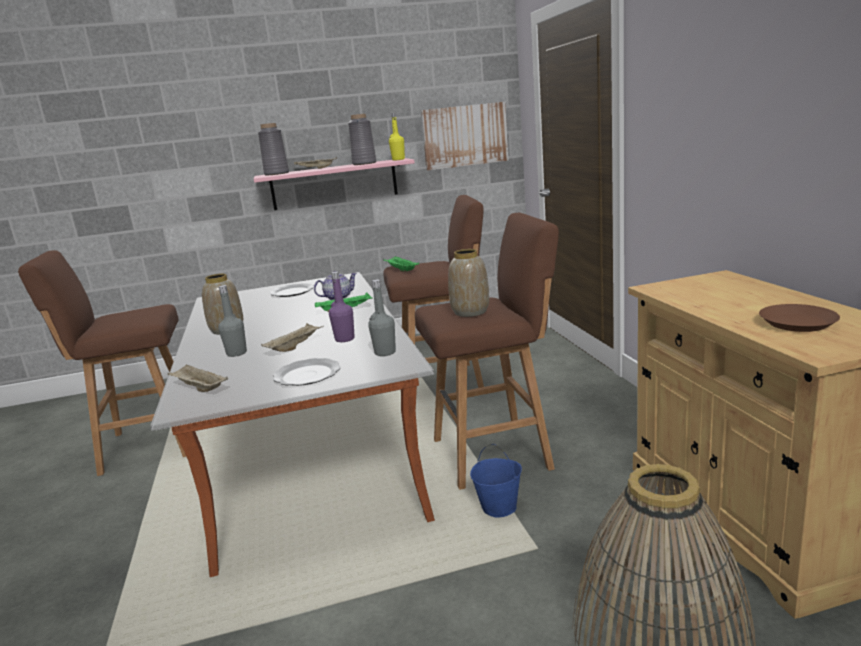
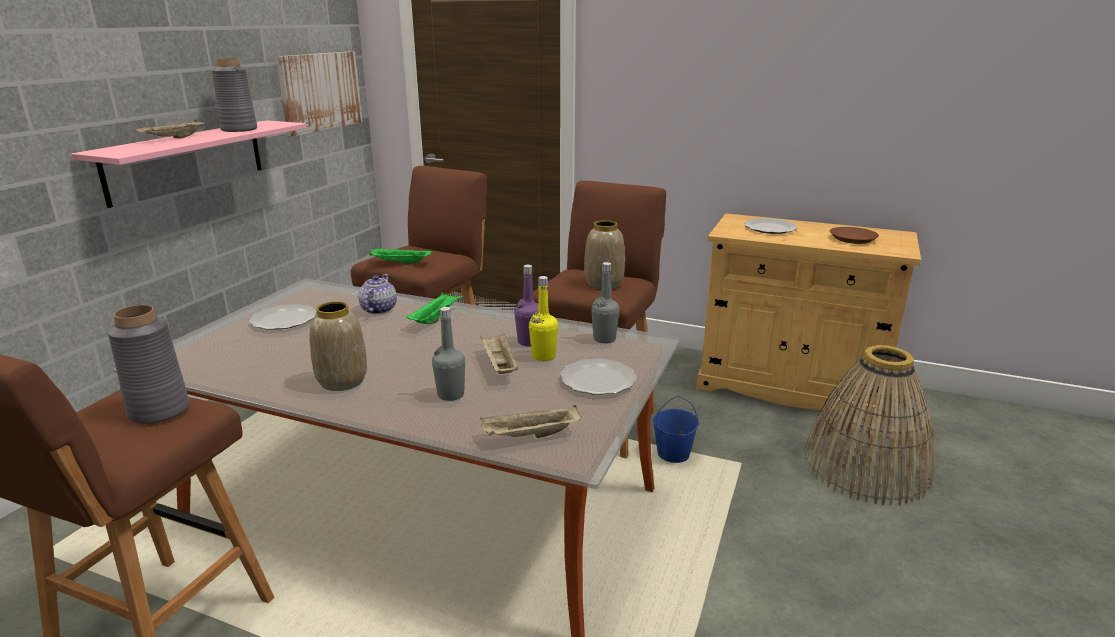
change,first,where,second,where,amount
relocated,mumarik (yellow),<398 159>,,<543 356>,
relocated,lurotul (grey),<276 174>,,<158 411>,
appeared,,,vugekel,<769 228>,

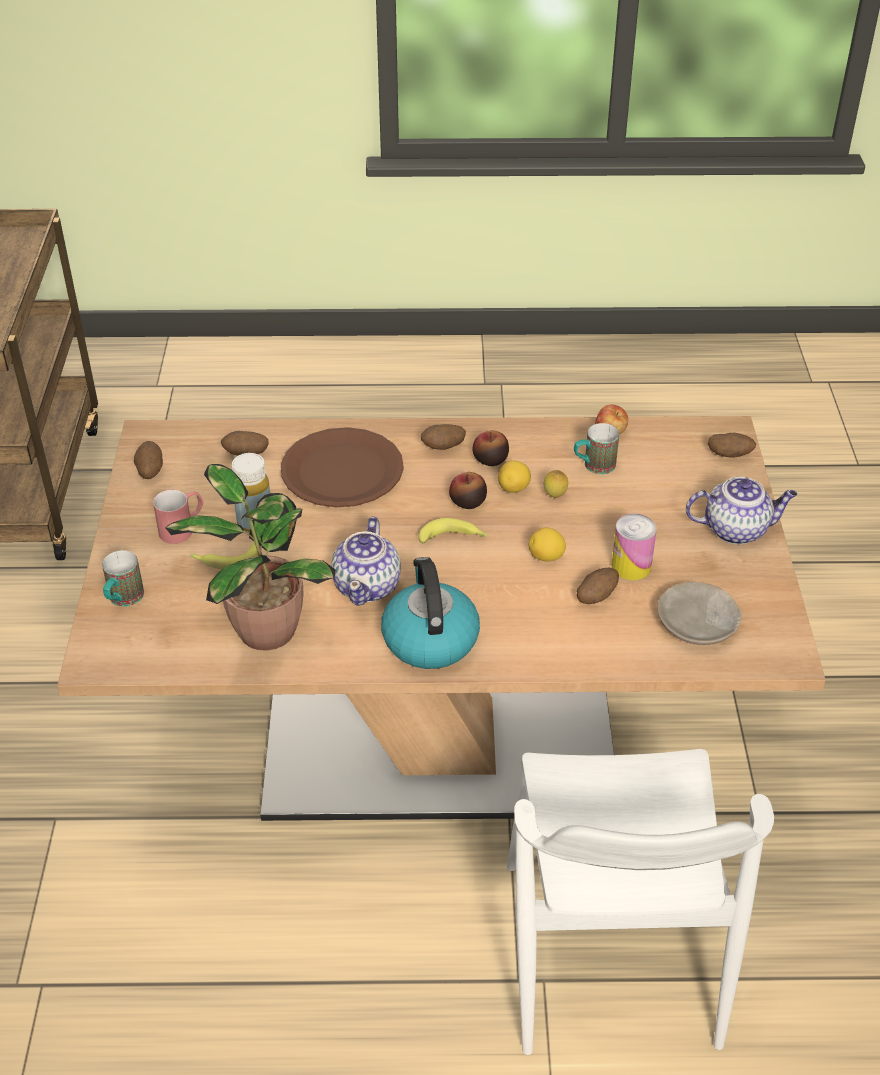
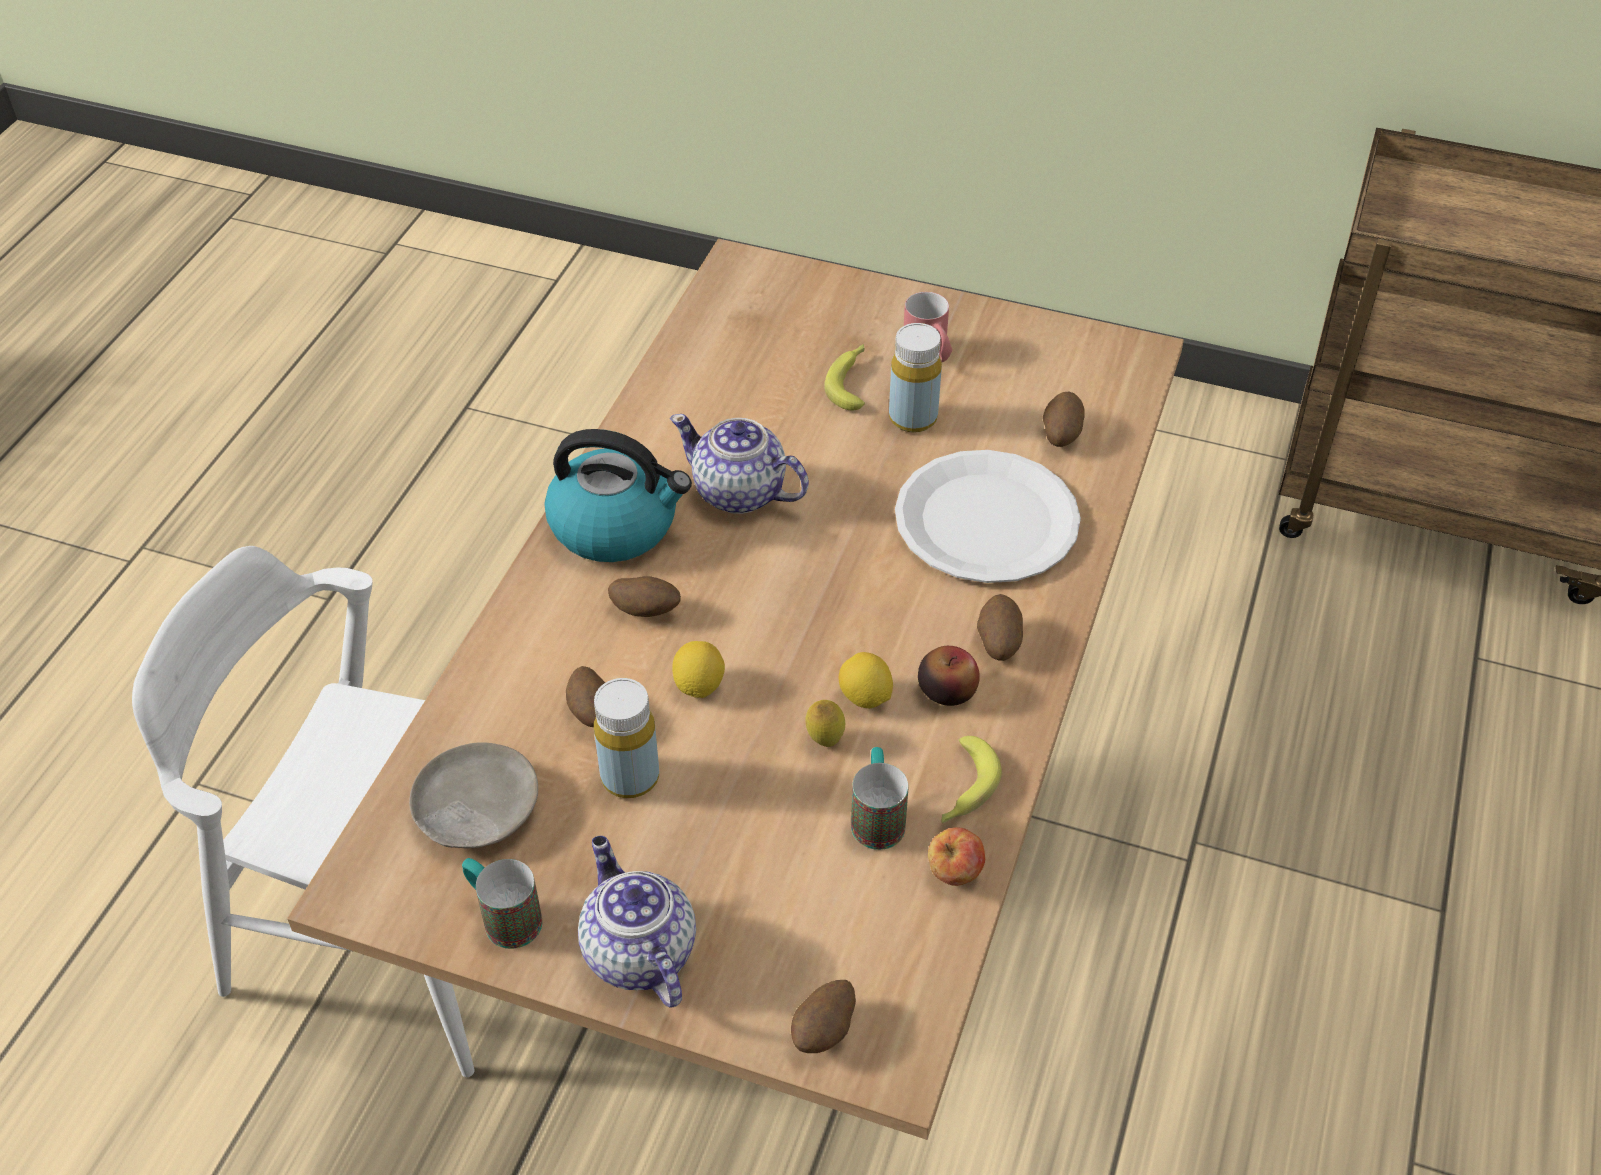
change,first,where,second,where,amount
colour,vugekel (brown),<342 470>,vugekel (white),<987 520>,
relocated,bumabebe,<150 471>,,<646 611>,
missing,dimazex,<263 628>,,,
missing,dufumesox,<467 502>,,,
spun,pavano,<737 529>,,<637 952>,135 degrees clockwise
exchanged,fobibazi,<631 566>,mumarik (yellow),<630 777>,
relocated,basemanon,<454 538>,,<964 789>,
relocated,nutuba,<123 600>,,<503 917>,

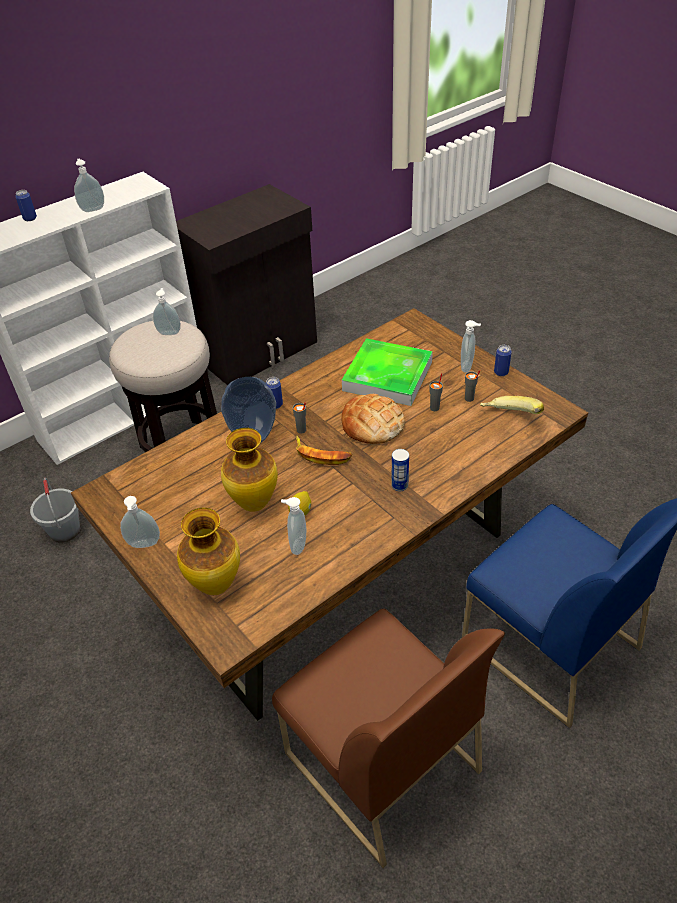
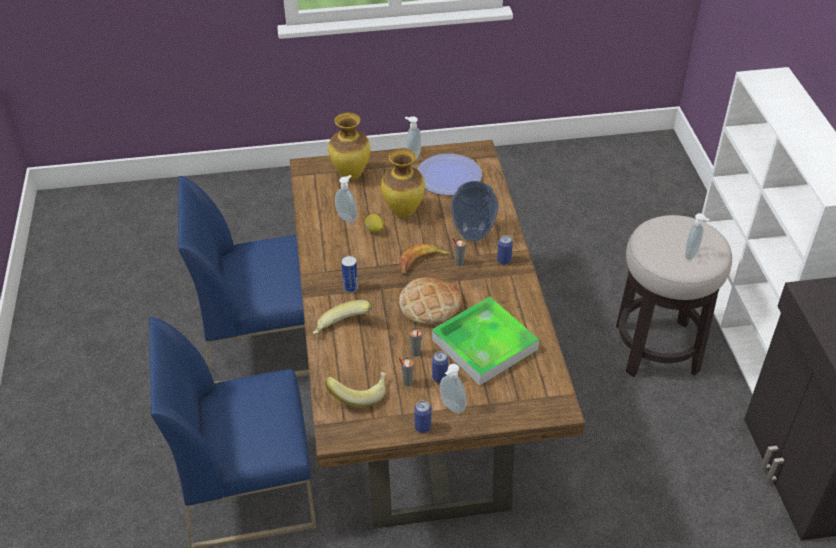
change,first,where,second,where,amount
missing,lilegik,<93 209>,,,
relocated,fobibazi,<30 218>,,<440 377>,
missing,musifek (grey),<64 530>,,,
colour,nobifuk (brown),<379 762>,nobifuk (blue),<262 342>,
appeared,,,vugekel,<449 176>,
appeared,,,basemanon,<342 329>,

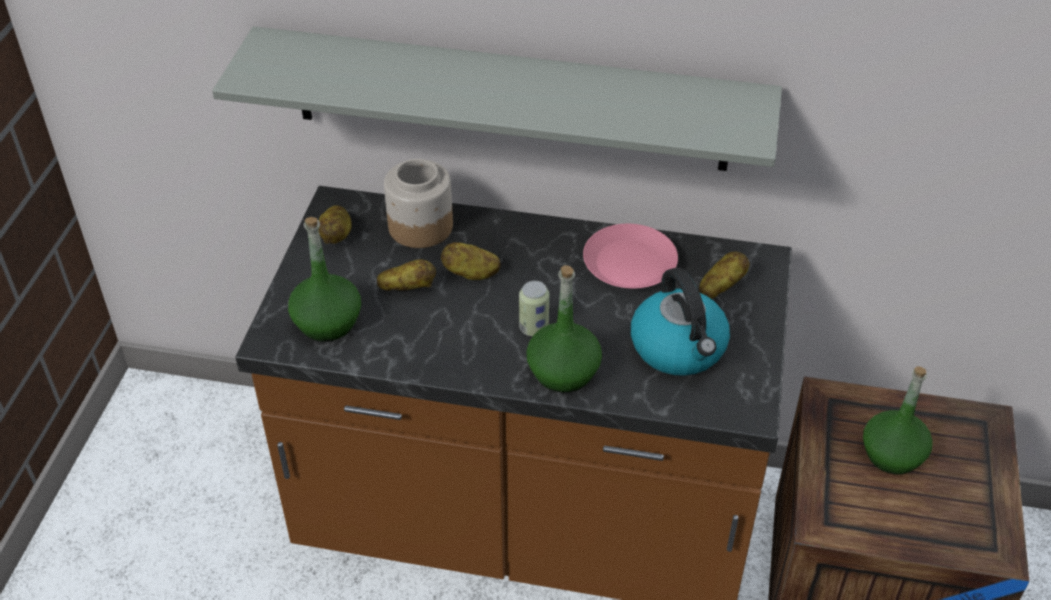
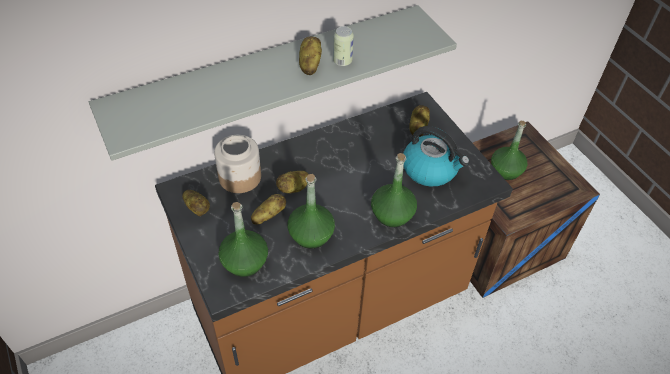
change,first,where,second,where,amount
missing,vugekel (pink),<630 264>,,,
relocated,fobibazi,<533 328>,,<342 61>,
appeared,,,bumabebe,<309 64>,
appeared,,,mumarik (green),<311 235>,

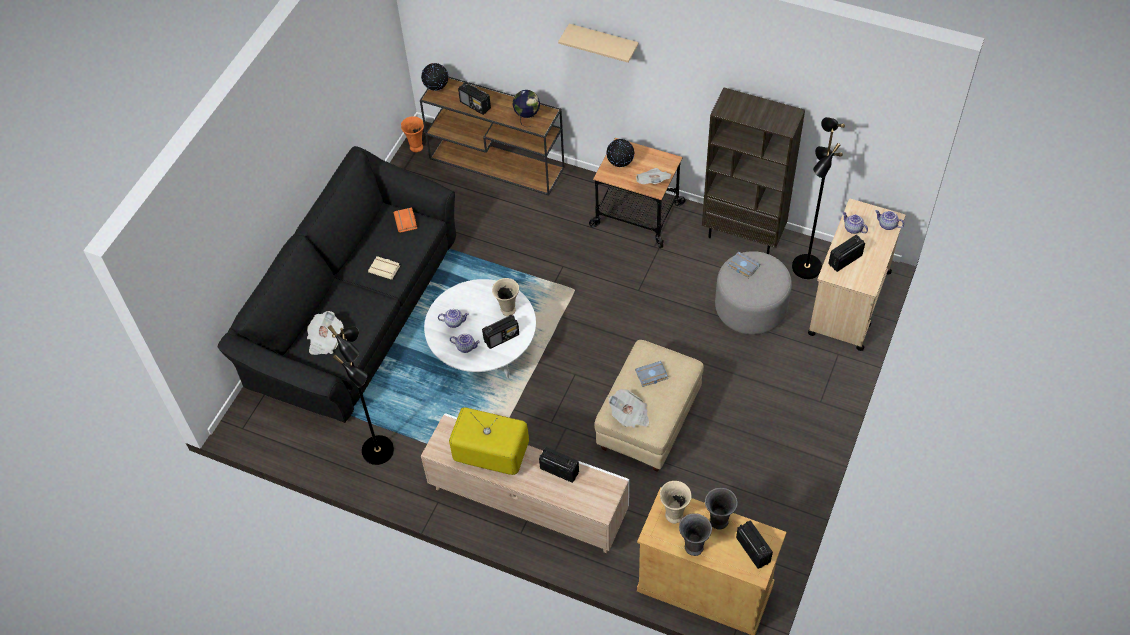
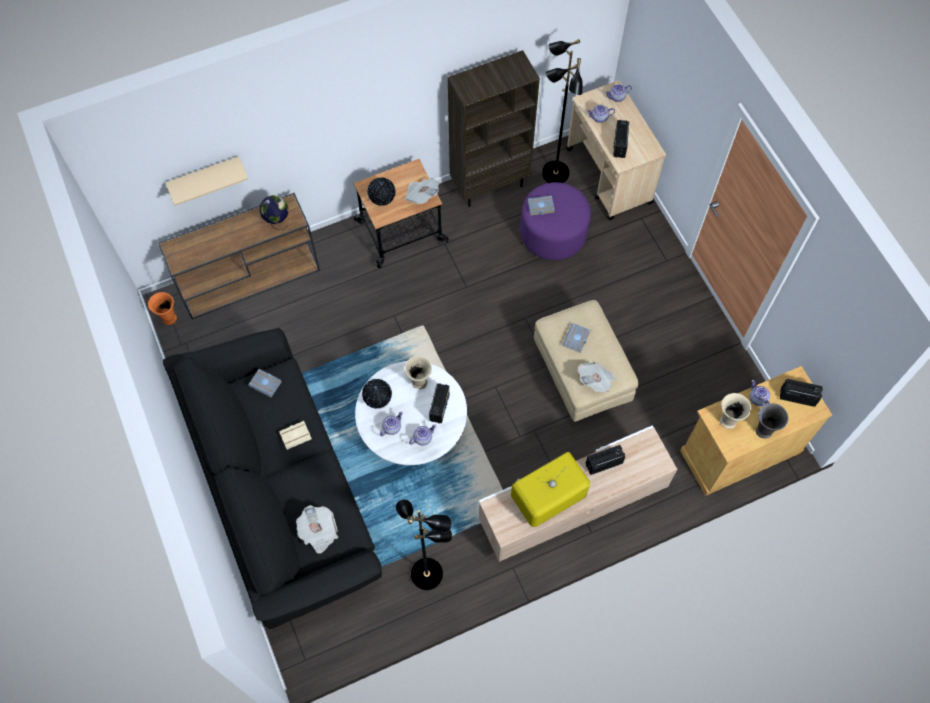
change,first,where,second,where,amount
relocated,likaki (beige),<603 43>,,<205 177>,
relocated,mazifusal,<436 89>,,<378 401>,
missing,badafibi,<475 105>,,,
colour,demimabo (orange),<406 222>,demimabo (grey),<266 383>,
colour,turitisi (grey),<750 308>,turitisi (purple),<553 234>,
exchanged,lurotul (grey),<718 521>,pavano,<757 399>,

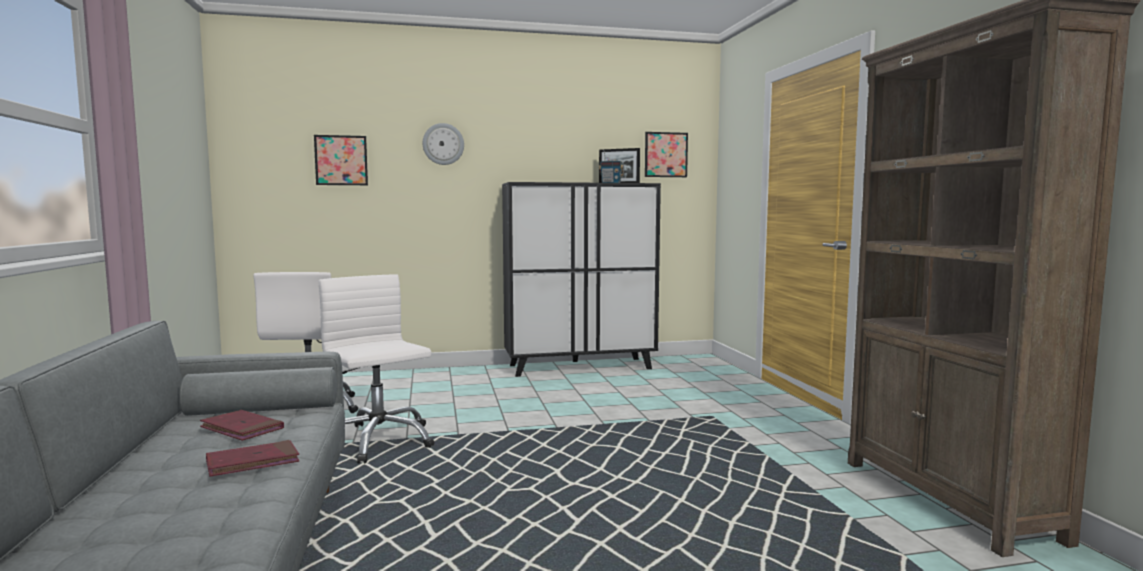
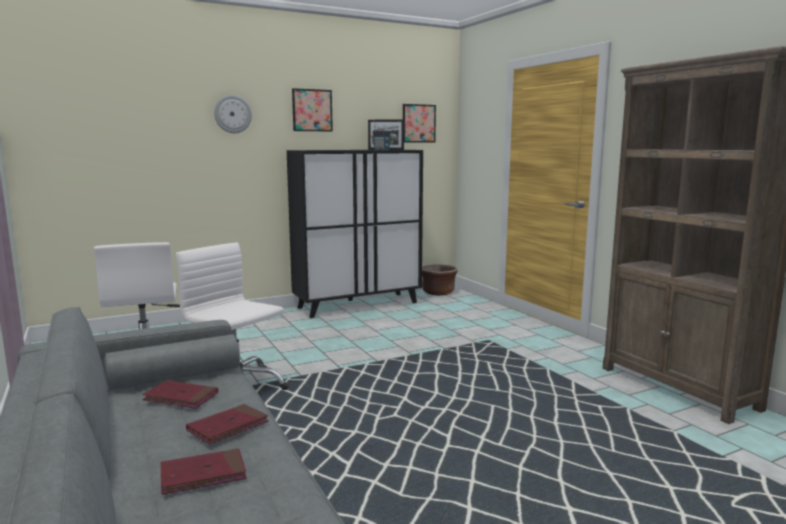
change,first,where,second,where,amount
relocated,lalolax,<341 160>,,<312 110>,
appeared,,,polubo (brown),<438 292>,
appeared,,,demimabo (red),<203 475>,

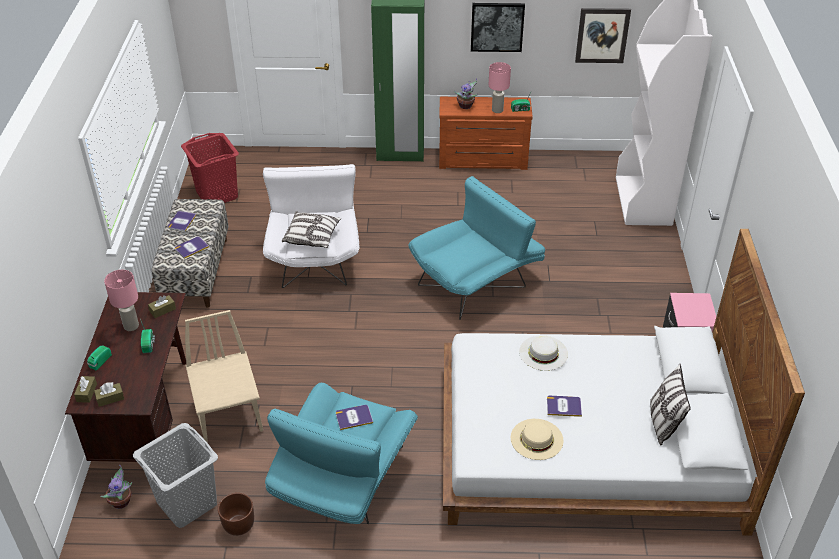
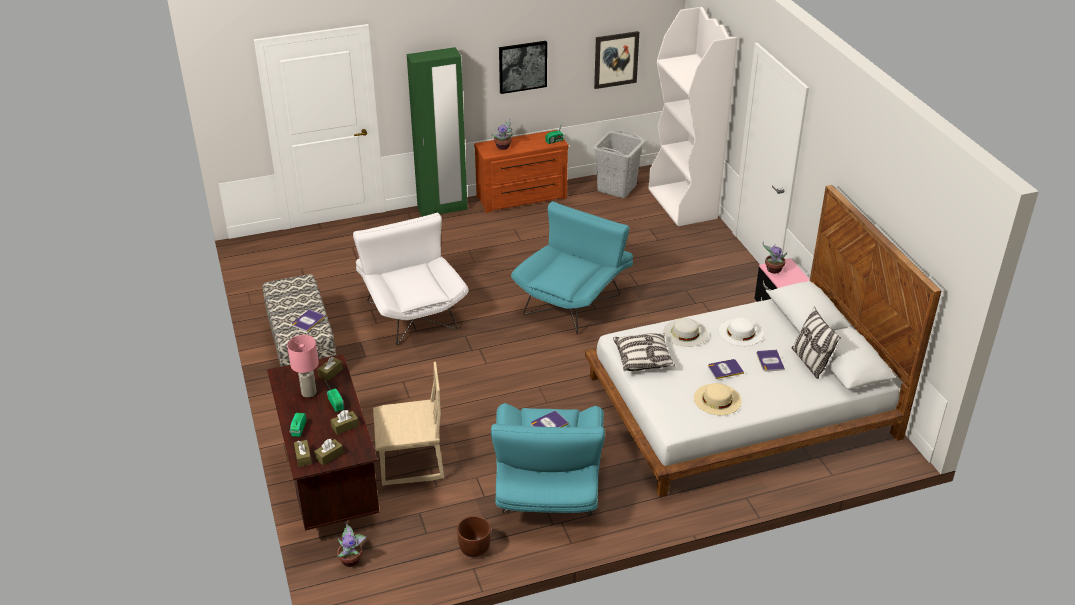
change,first,where,second,where,amount
missing,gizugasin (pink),<497 110>,,,
missing,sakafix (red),<217 194>,,,
relocated,demimabo,<181 221>,,<770 361>,
relocated,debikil,<312 236>,,<643 359>,
spun,nobifuk (beige),<229 416>,,<411 463>,120 degrees clockwise
relocated,sakafix (grey),<187 503>,,<617 188>,
appeared,,,dimazex,<773 270>,
appeared,,,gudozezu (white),<741 332>,
appeared,,,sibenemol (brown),<345 426>,

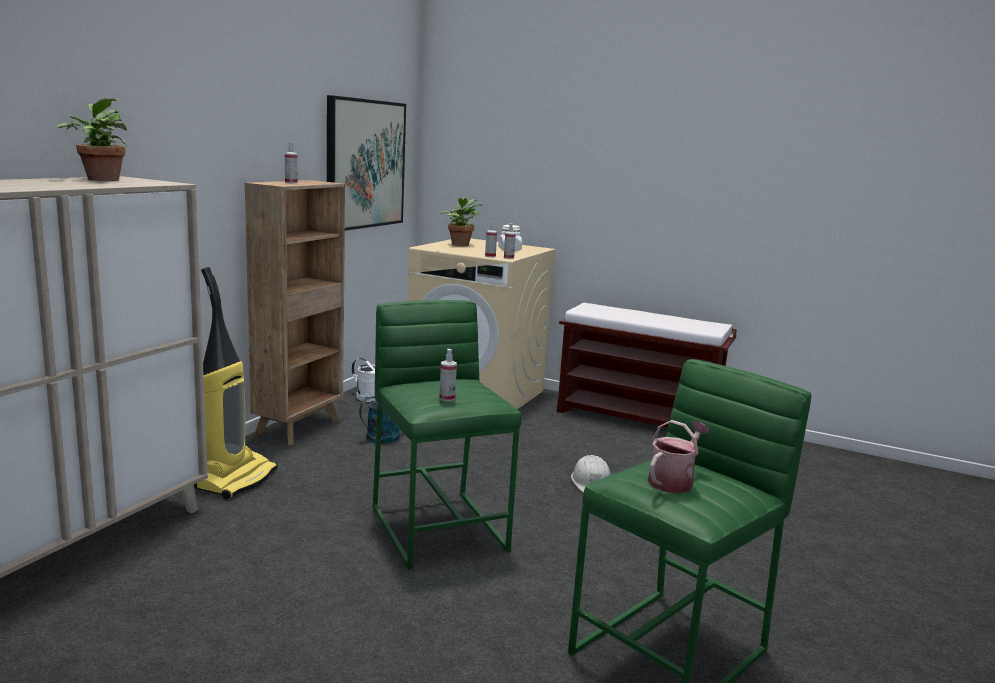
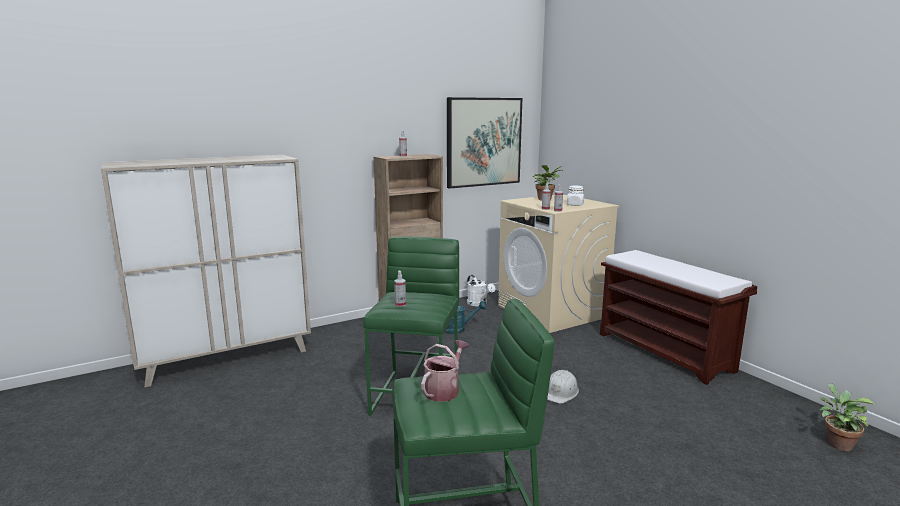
change,first,where,second,where,amount
relocated,dimazex,<101 179>,,<836 443>,
missing,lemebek,<235 479>,,,
spun,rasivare,<673 481>,,<444 390>,45 degrees counterclockwise

